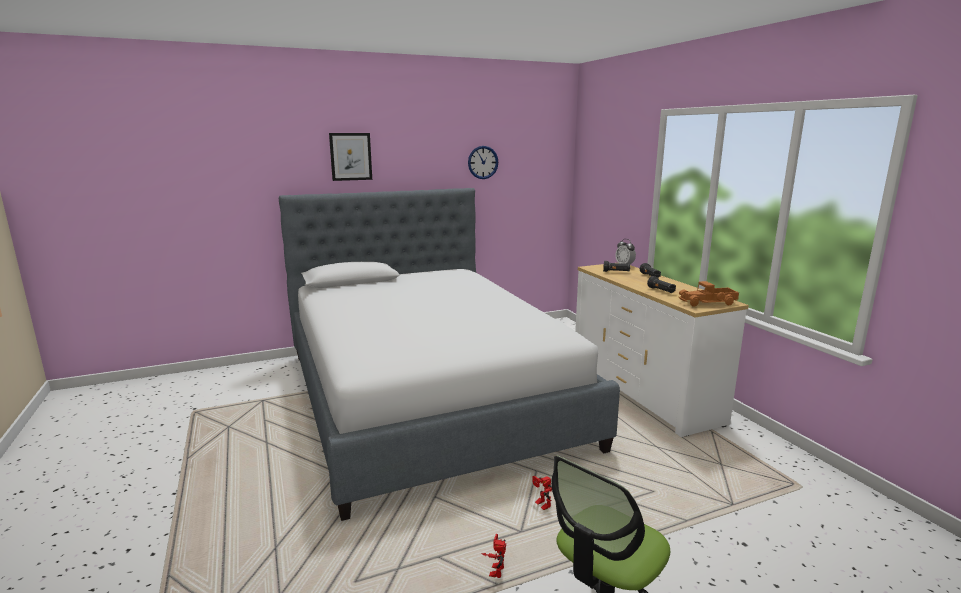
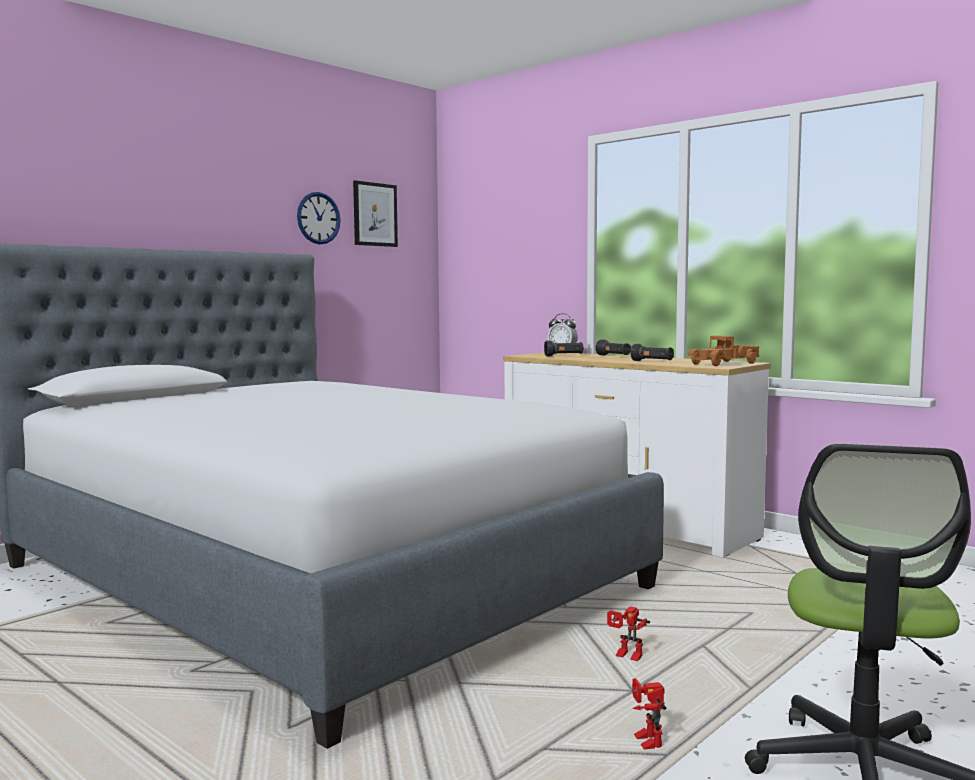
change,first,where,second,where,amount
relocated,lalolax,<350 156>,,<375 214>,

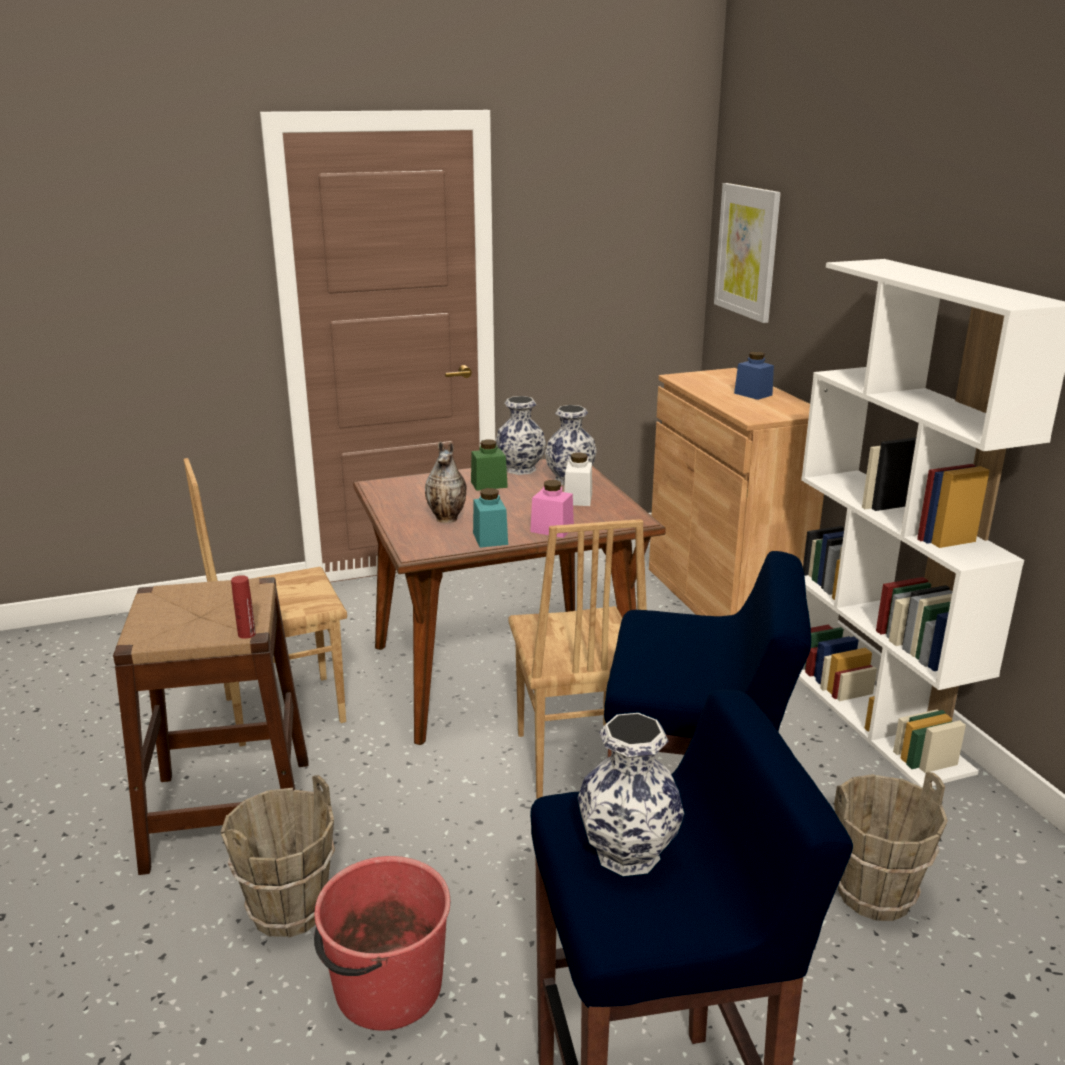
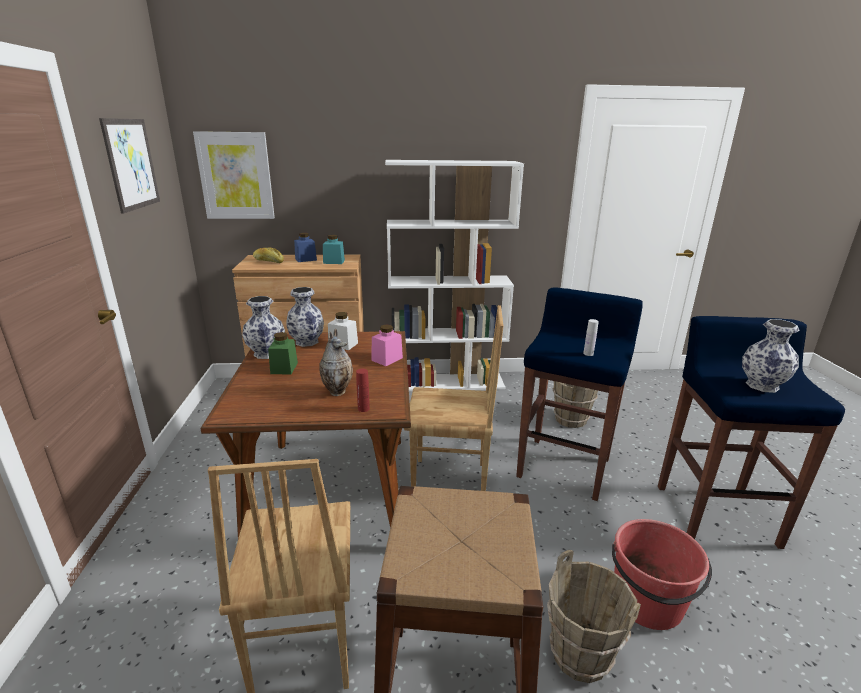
change,first,where,second,where,amount
relocated,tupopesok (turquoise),<490 538>,,<334 262>,
relocated,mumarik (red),<246 634>,,<363 409>,
appeared,,,lalolax,<131 164>,
appeared,,,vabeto,<268 261>,
appeared,,,mumarik (white),<588 354>,

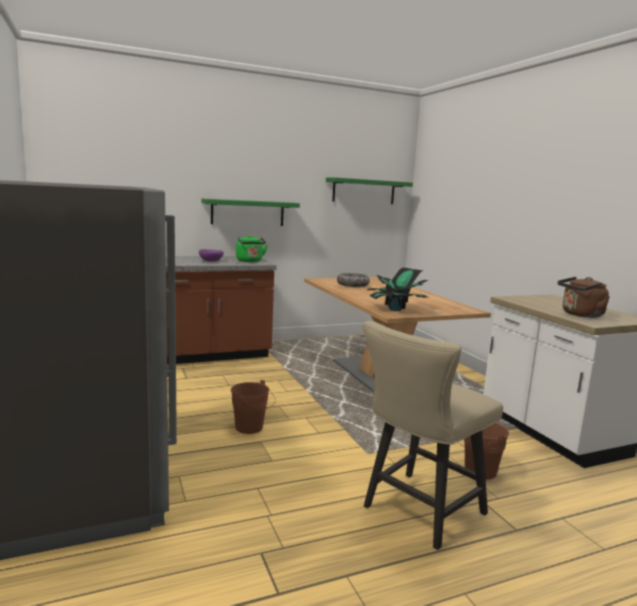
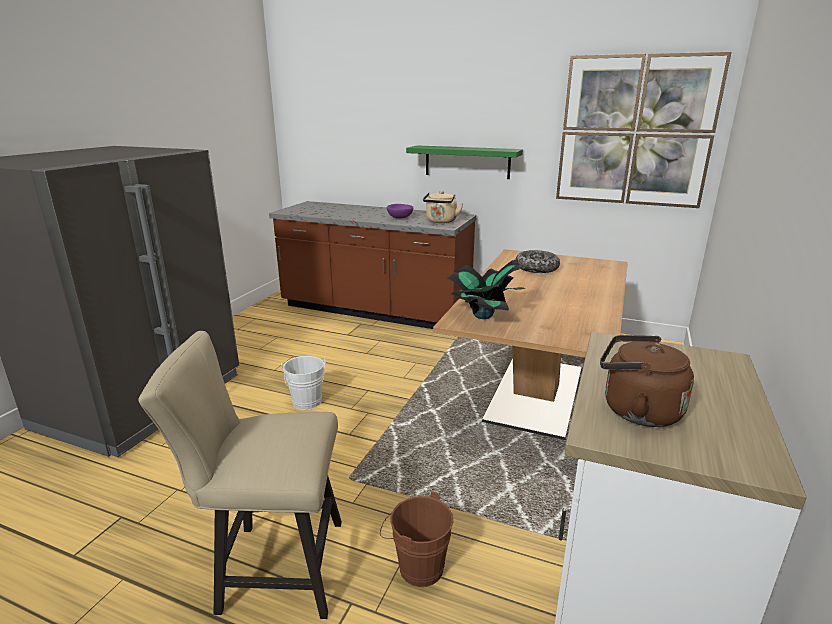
change,first,where,second,where,amount
exchanged,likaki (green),<364 191>,lalolax,<635 132>,
colour,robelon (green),<250 261>,robelon (beige),<441 221>,
colour,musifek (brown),<251 428>,musifek (white),<307 404>,

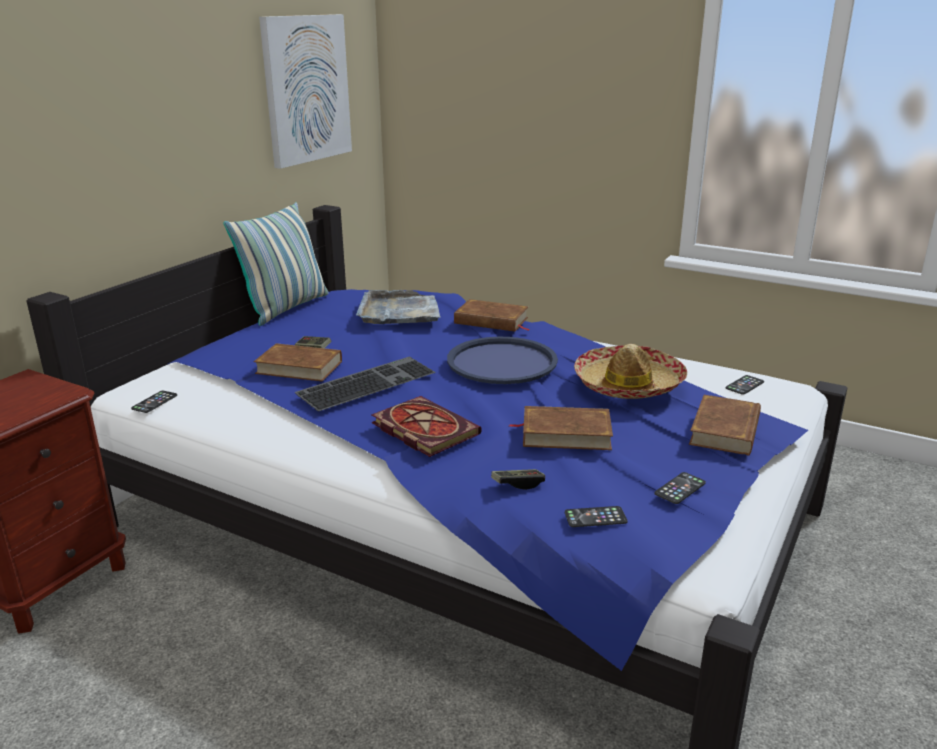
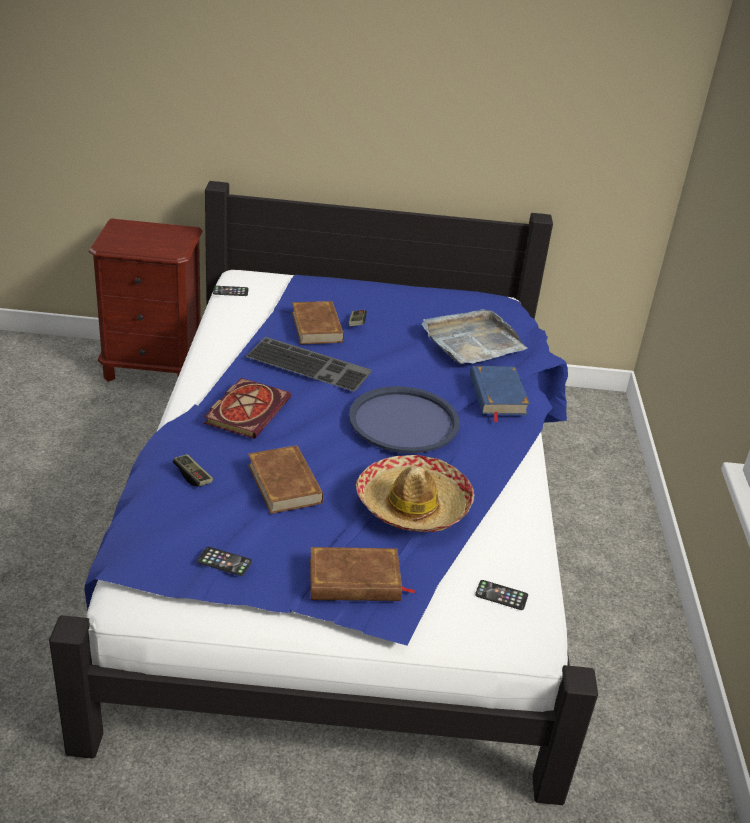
change,first,where,second,where,amount
missing,lalolax,<306 89>,,,
missing,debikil,<286 308>,,,
colour,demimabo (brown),<491 321>,demimabo (blue),<497 395>,
missing,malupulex,<595 517>,,,

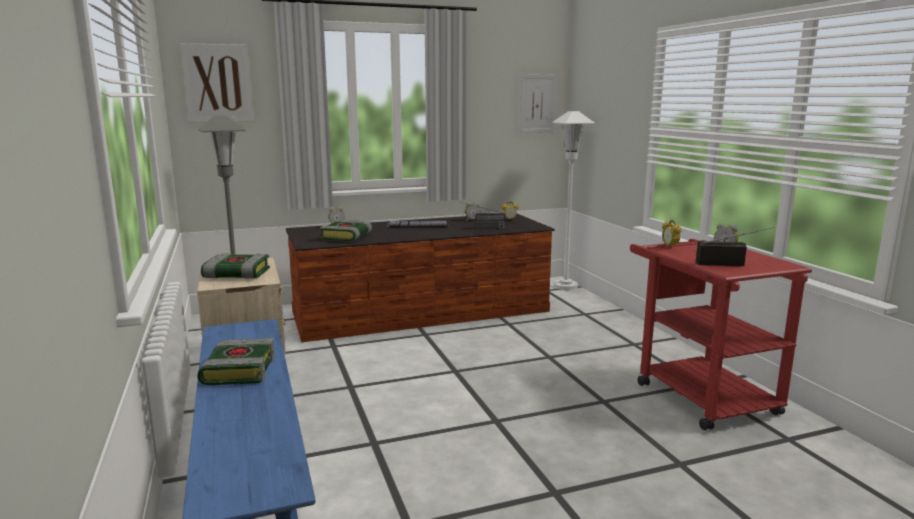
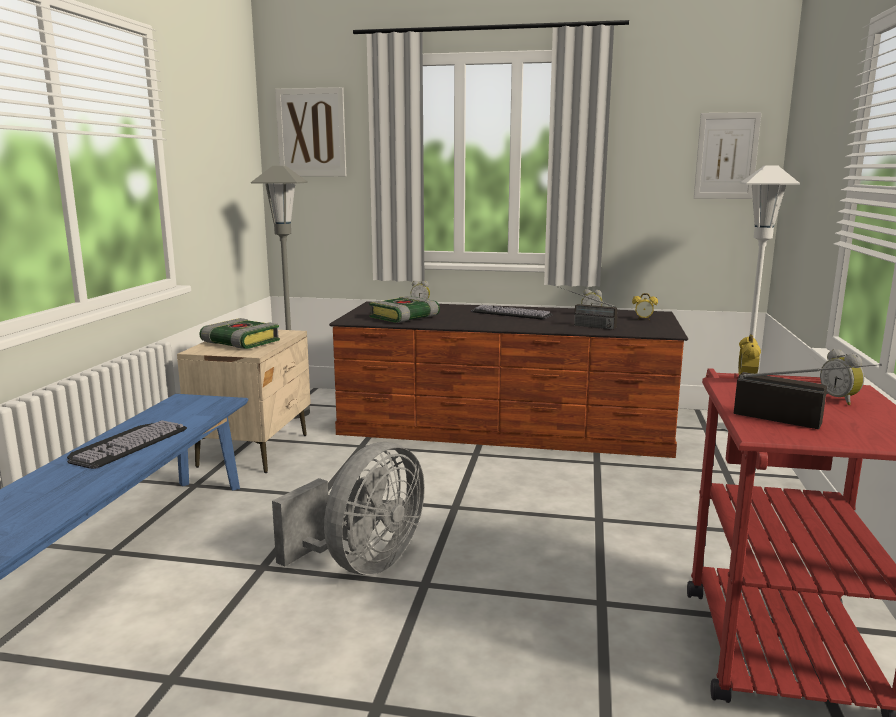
change,first,where,second,where,amount
exchanged,demimabo,<238 370>,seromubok,<126 443>,
appeared,,,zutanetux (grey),<362 564>,

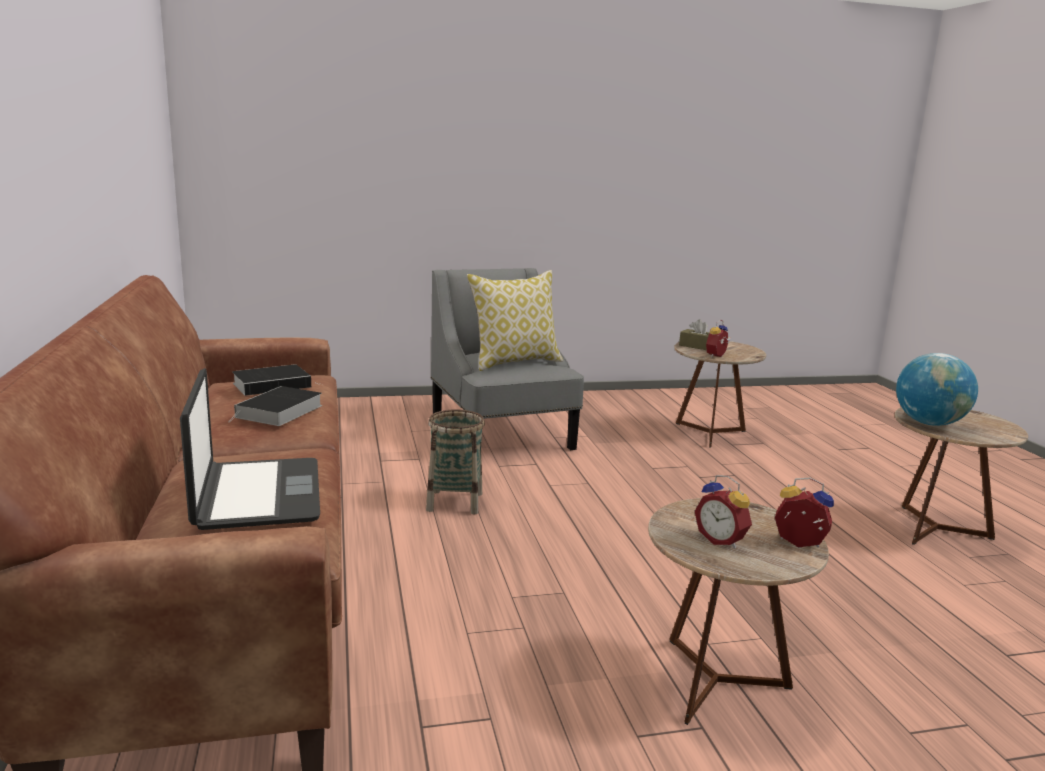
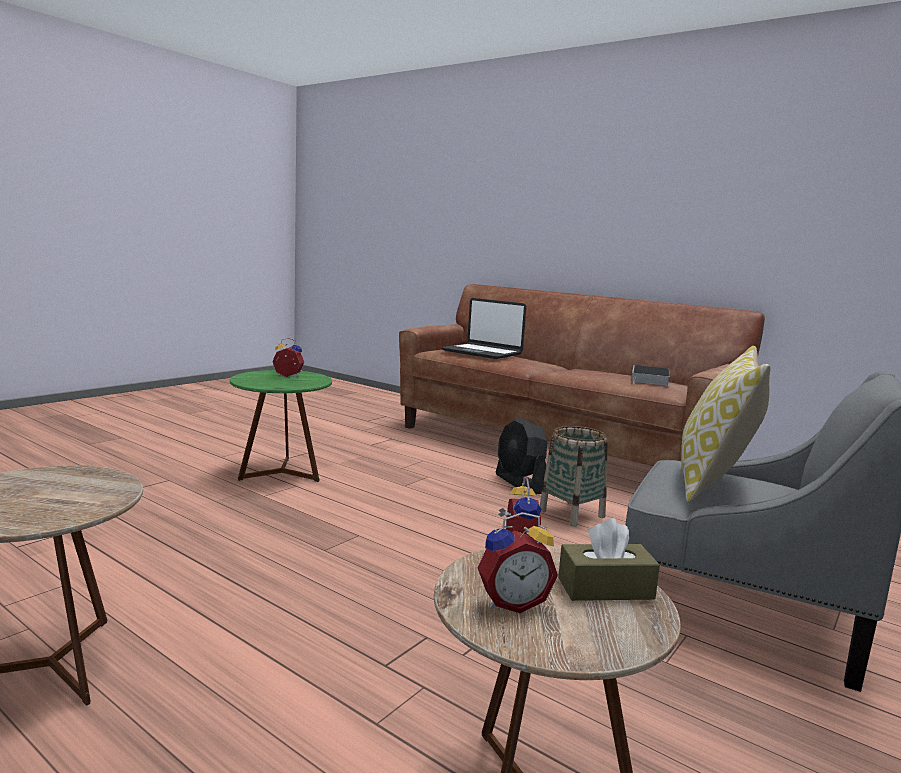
change,first,where,second,where,amount
missing,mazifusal,<929 423>,,,
missing,demimabo,<279 412>,,,
relocated,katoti,<799 544>,,<512 602>,
colour,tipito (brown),<716 683>,tipito (green),<281 473>,
appeared,,,zutanetux (black),<521 483>,

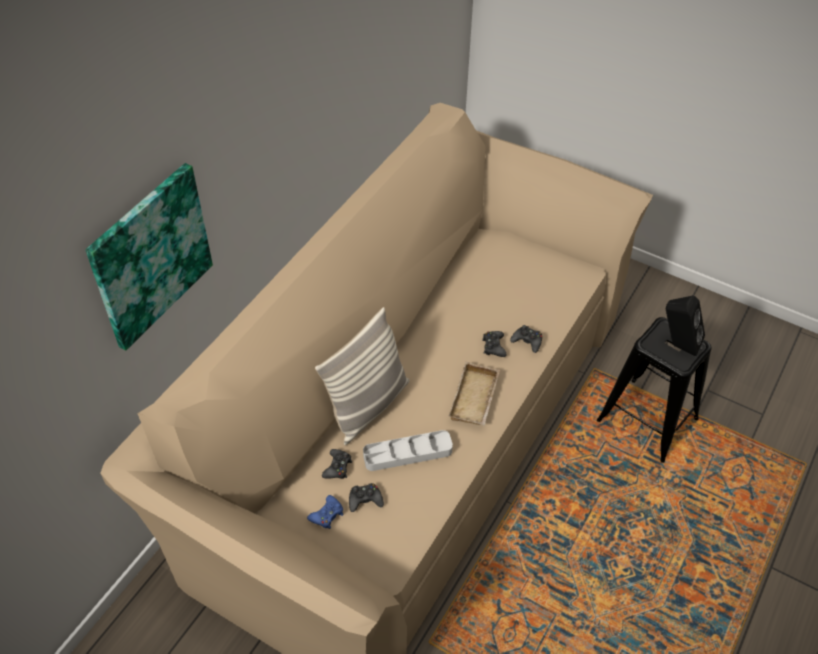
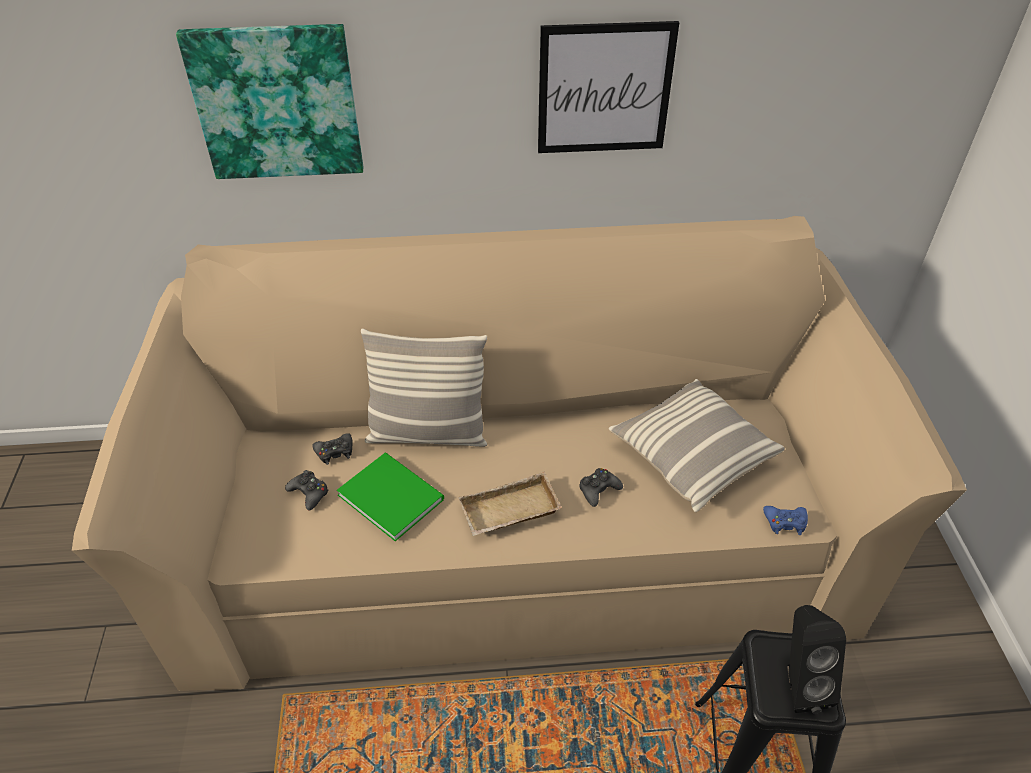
change,first,where,second,where,amount
missing,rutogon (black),<527 341>,,,
exchanged,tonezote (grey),<407 453>,demimabo (green),<390 494>,
relocated,rutogon (blue),<327 515>,,<785 522>,
appeared,,,lalolax,<604 89>,
appeared,,,debikil,<691 456>,

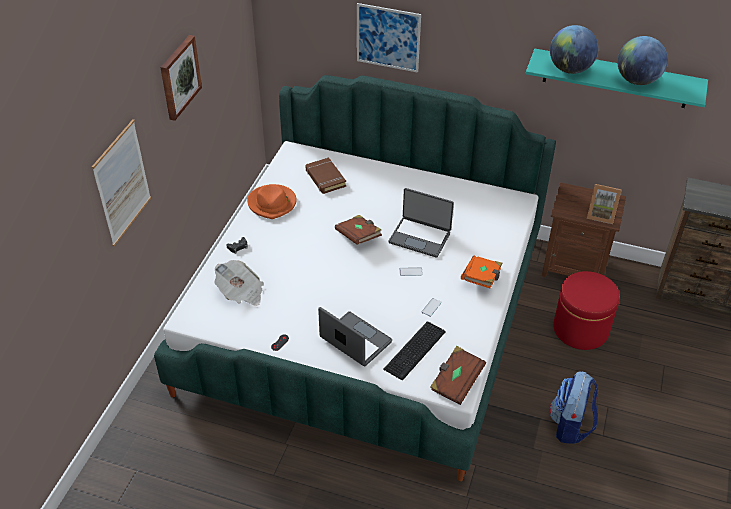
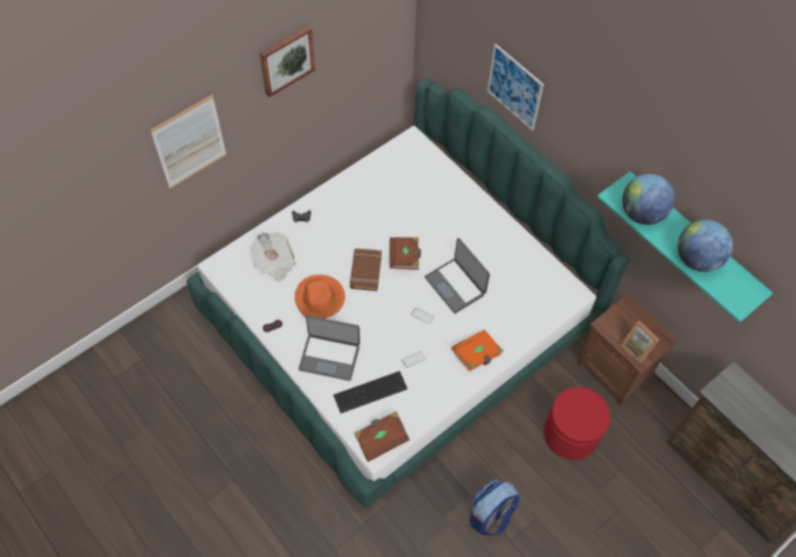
change,first,where,second,where,amount
relocated,demimabo (brown),<325 178>,,<365 271>,
relocated,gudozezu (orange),<272 203>,,<320 298>,
spun,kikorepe,<354 341>,,<330 356>,120 degrees clockwise

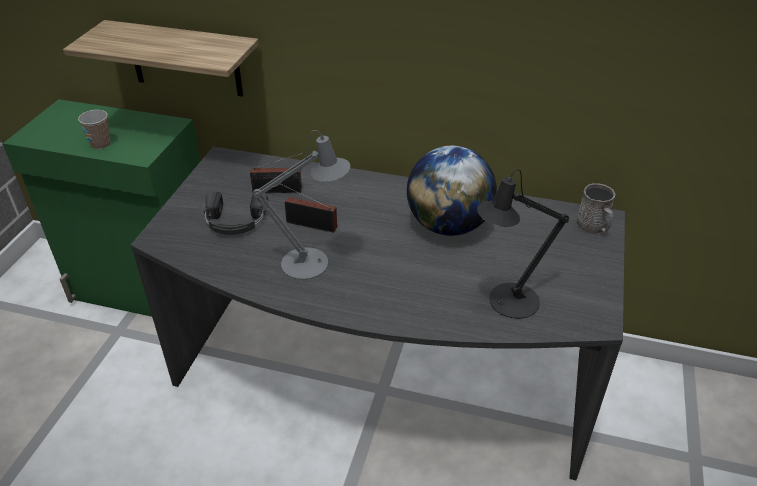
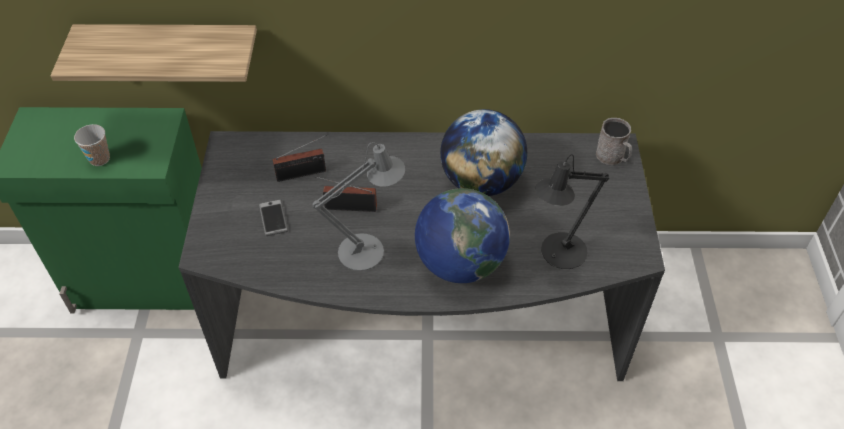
change,first,where,second,where,amount
exchanged,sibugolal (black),<235 221>,malupulex,<273 218>,
appeared,,,mazifusal,<460 263>,

